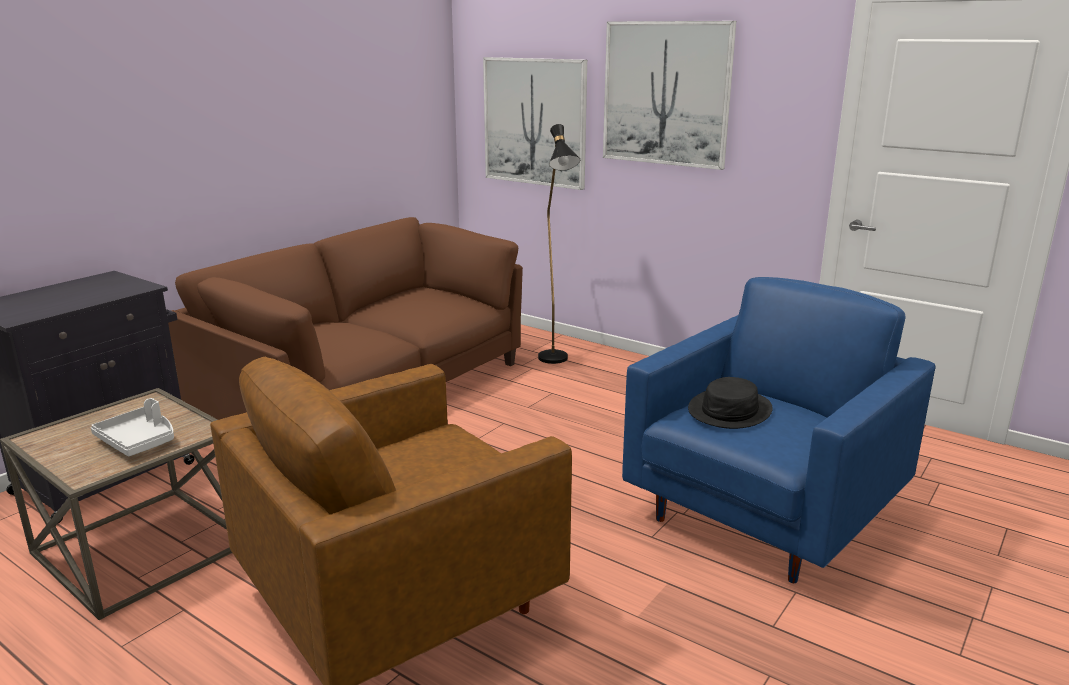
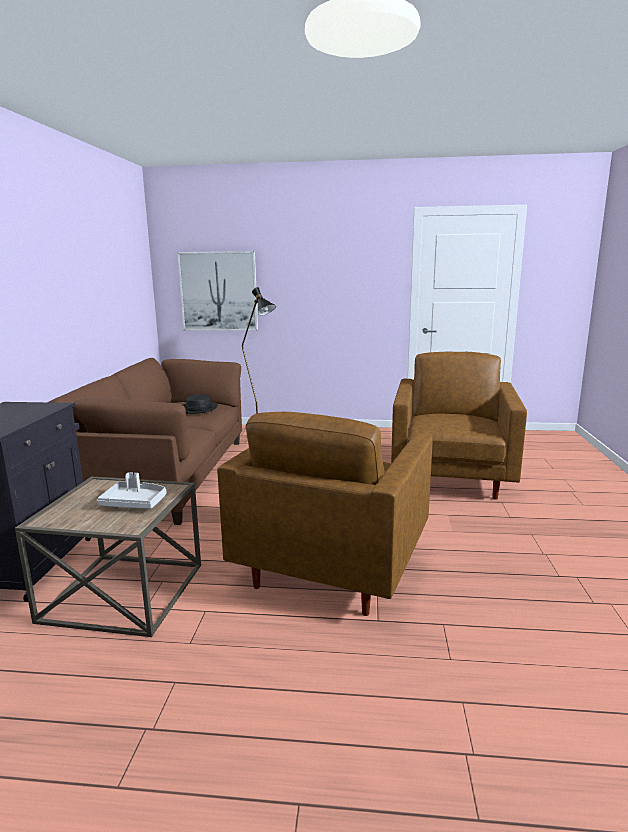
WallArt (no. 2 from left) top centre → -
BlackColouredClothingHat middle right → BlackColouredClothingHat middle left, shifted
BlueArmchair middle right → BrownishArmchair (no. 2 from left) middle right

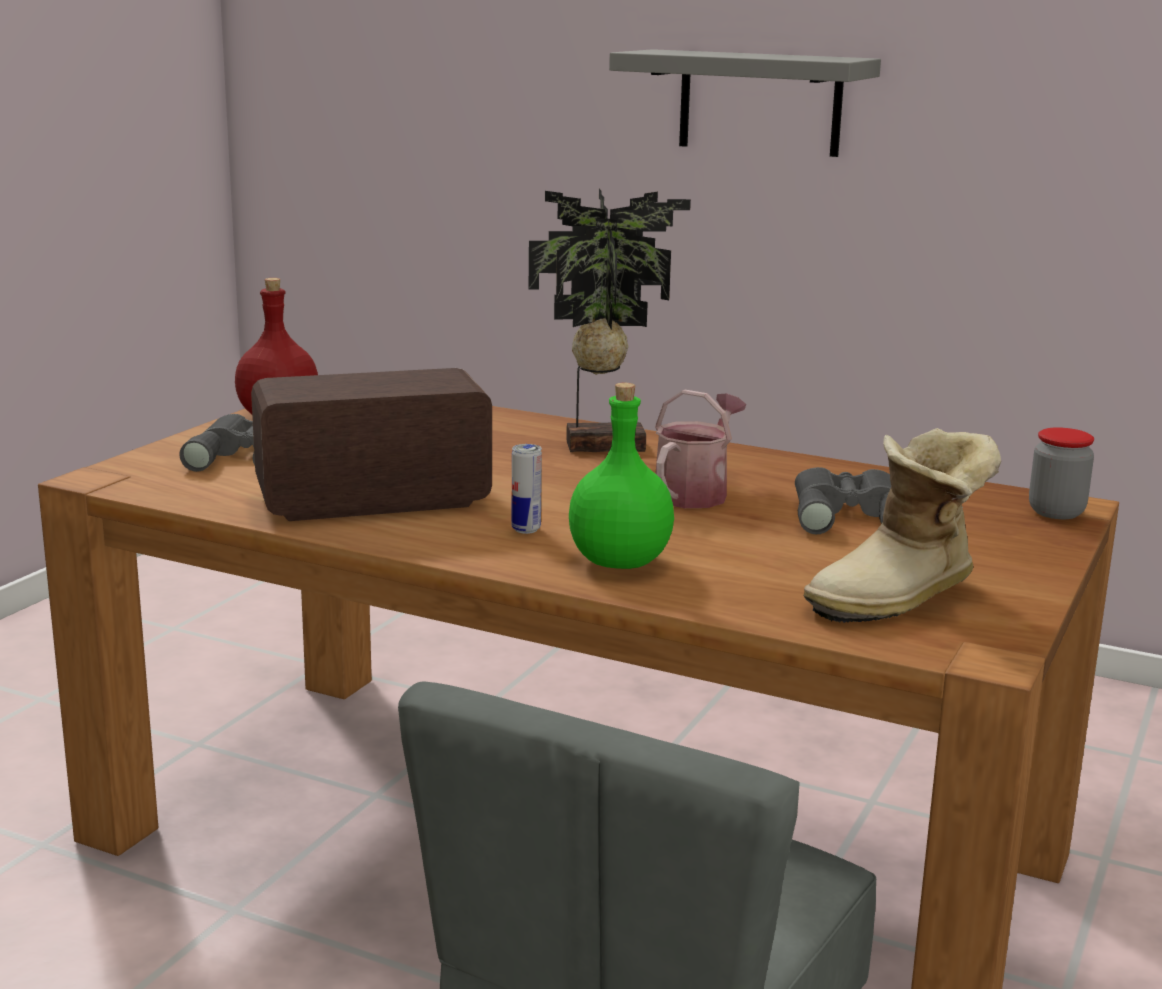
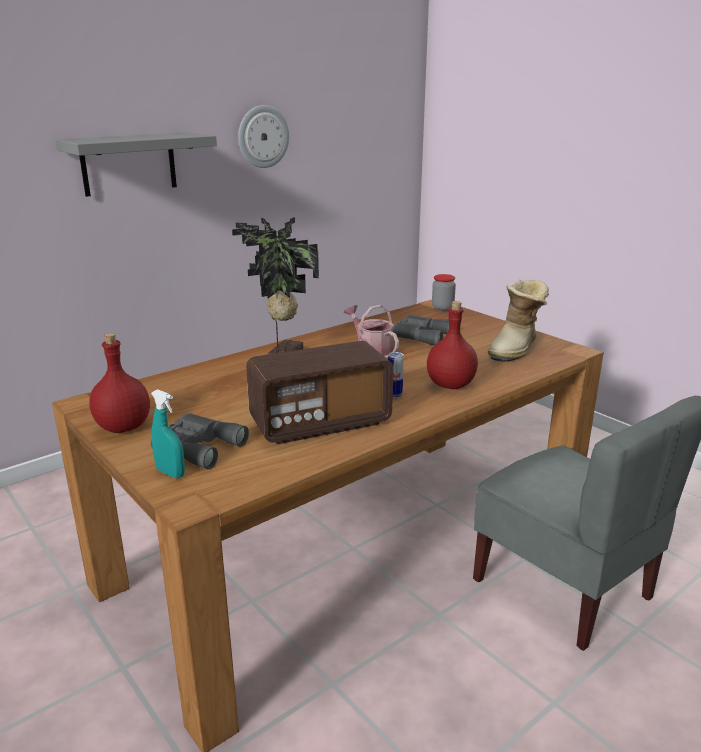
- → TurquoiseColouredHandSprayer middle left
- → ClockOnTheWall top centre
GreenColouredBeverageBottle centre → ReddishBeverageBottle (no. 2 from left) centre
RadioReceiver middle left → RadioReceiver centre, 120 degrees counterclockwise
Boot middle right, 45 degrees clockwise

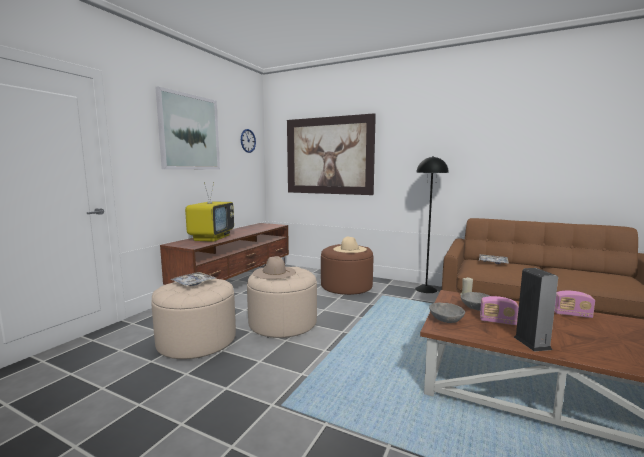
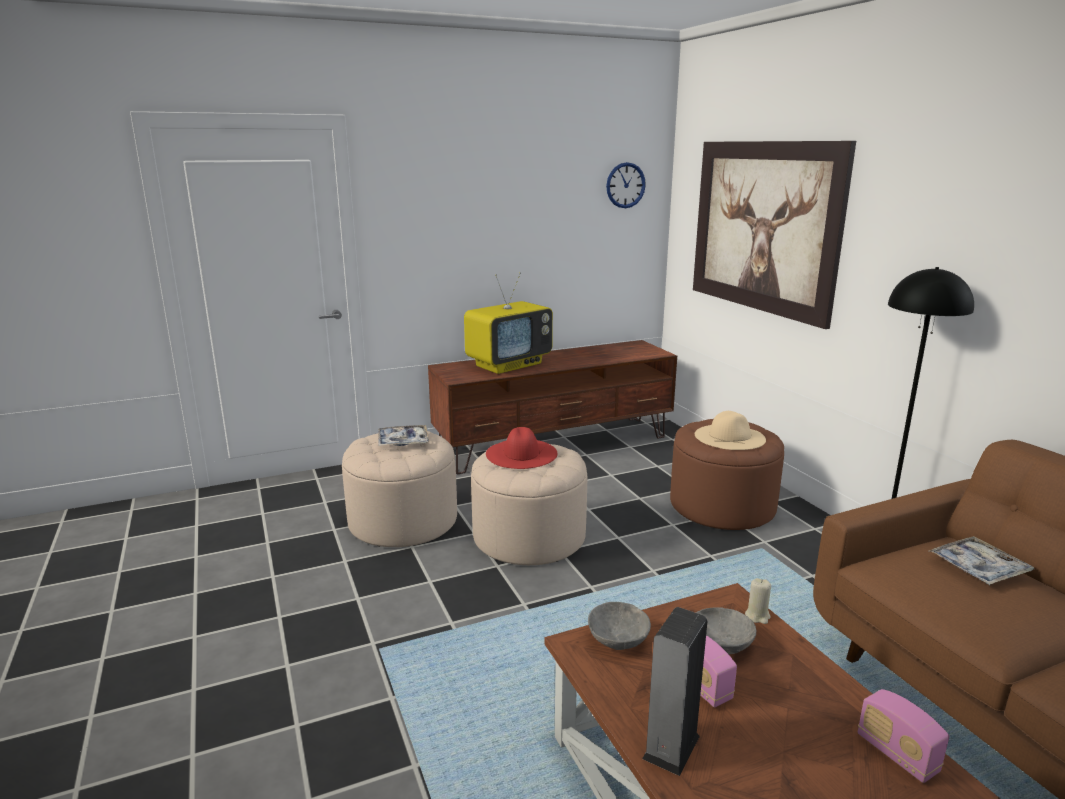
WallArt (no. 1 from left) top left → -
BeigeColouredClothingHat (no. 1 from left) centre → ReddishClothingHat centre

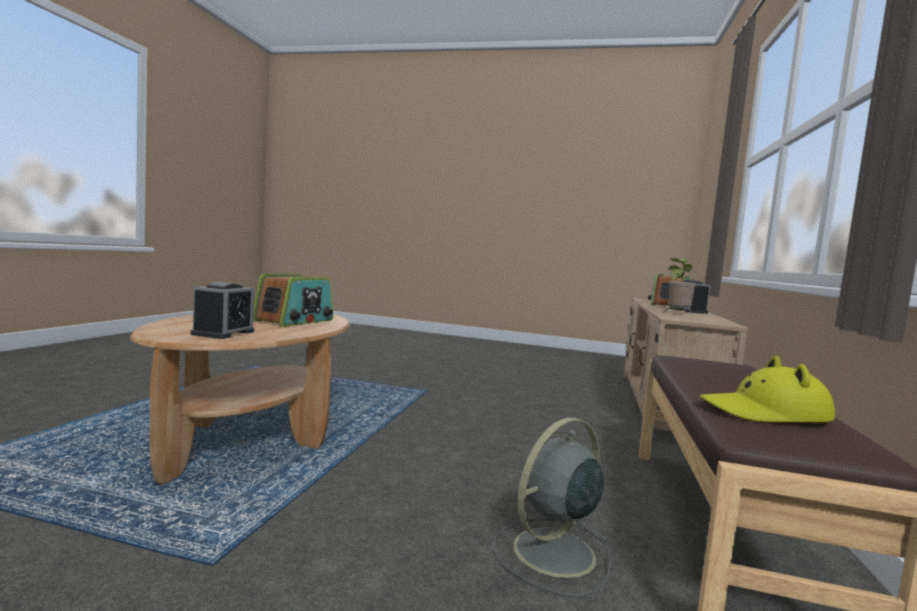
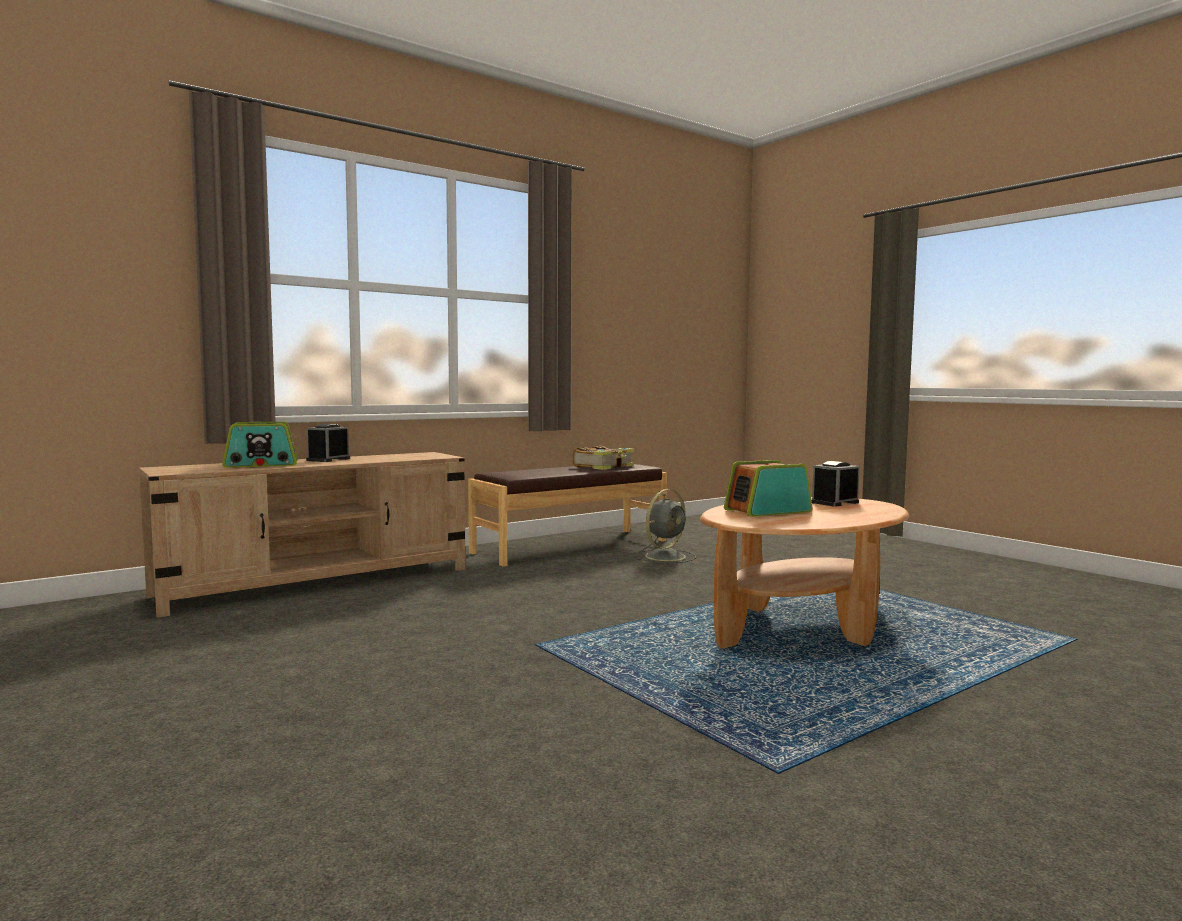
PlantInAPot middle right → -
YellowishClothingHat middle right → Volume centre
GreyCoolingFan bottom centre → GreyCoolingFan centre, 45 degrees counterclockwise

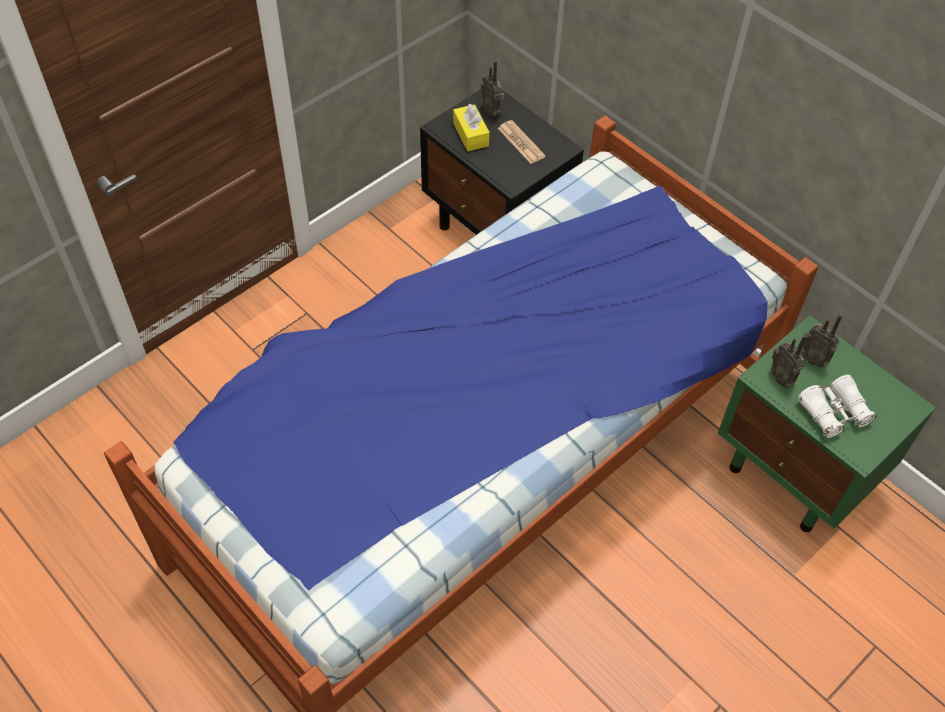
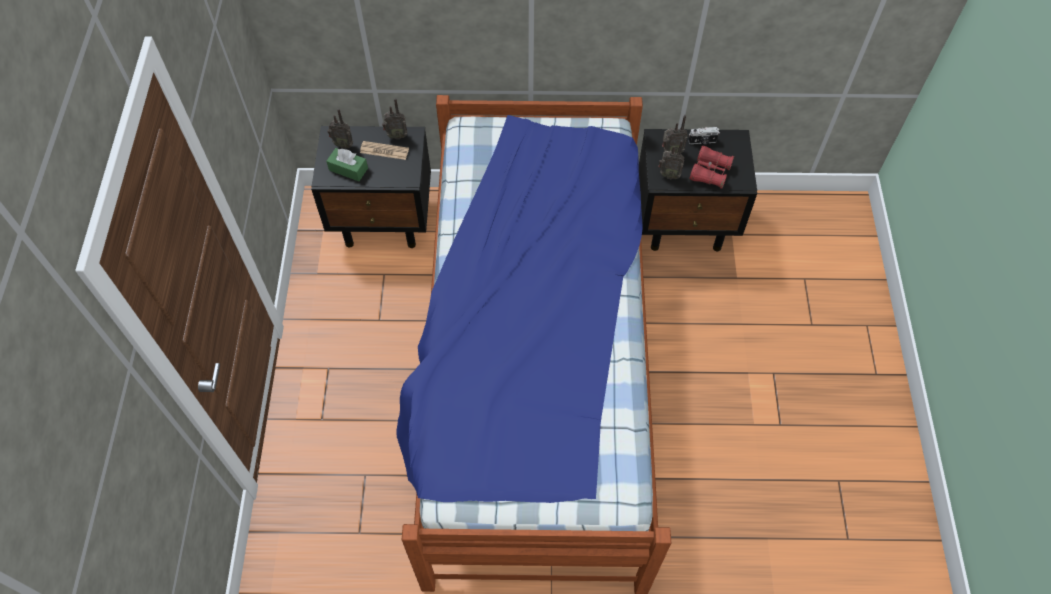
- → RadioReceiver (no. 2 from left) top centre
- → StillCamera top right
YellowishTissueHolder top centre → GreenColouredTissueHolder top left
GreenColouredBedsideTable middle right → BlackColouredBedsideTable (no. 2 from left) top centre
WhiteBinoculars middle right → ReddishBinoculars top right

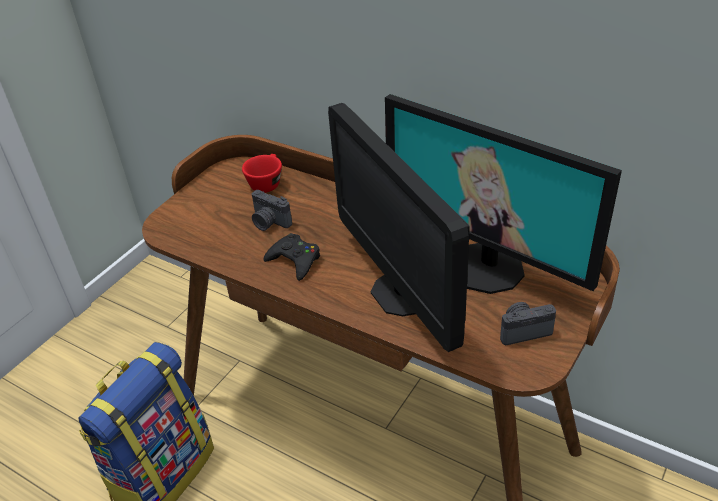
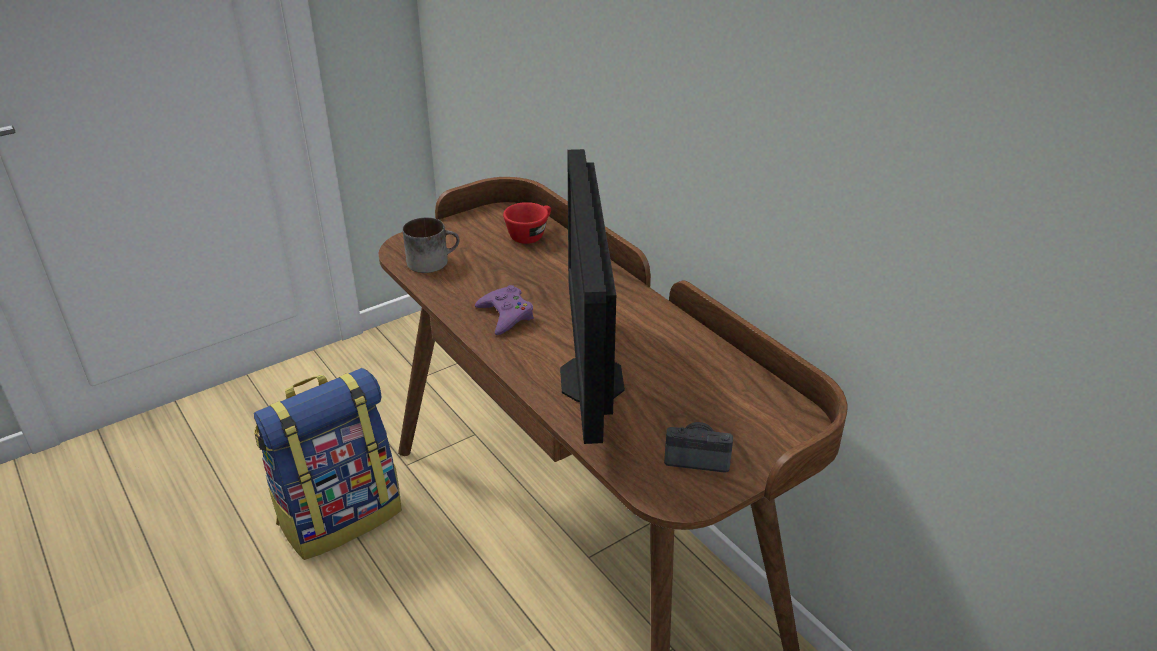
StillCamera (no. 1 from left) centre → -
Monitor (no. 2 from left) middle right → -
- → CoffeeMug centre
BlackColouredGameController centre → PurpleGameController centre

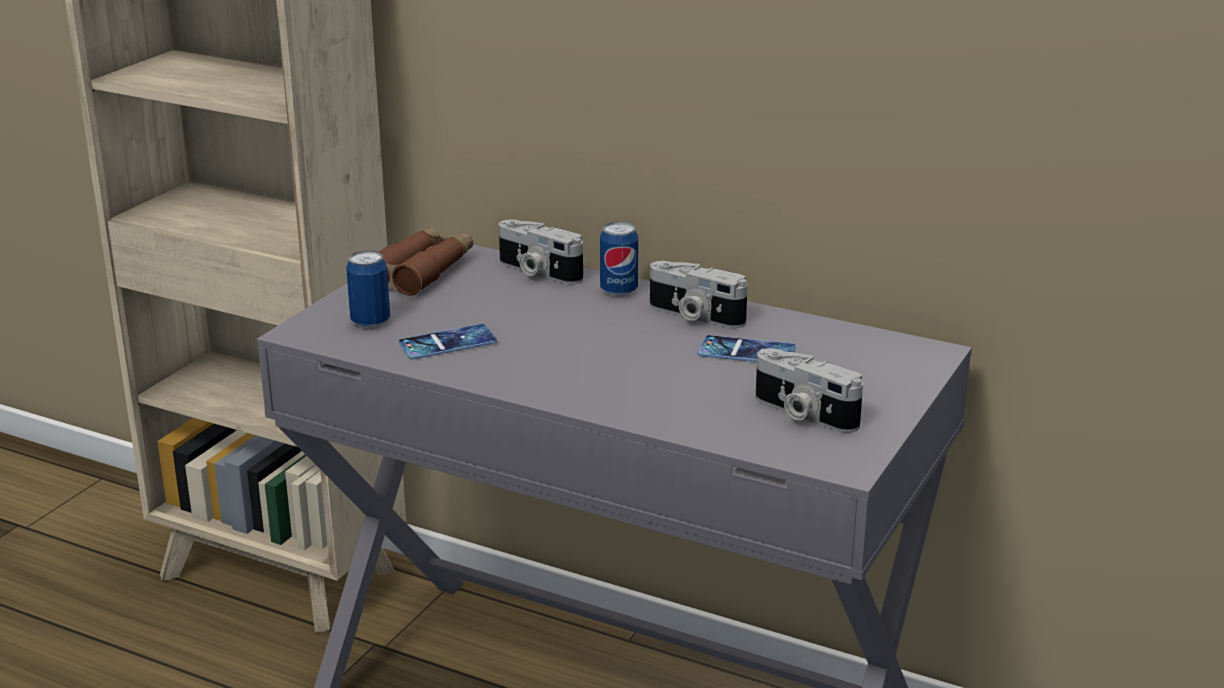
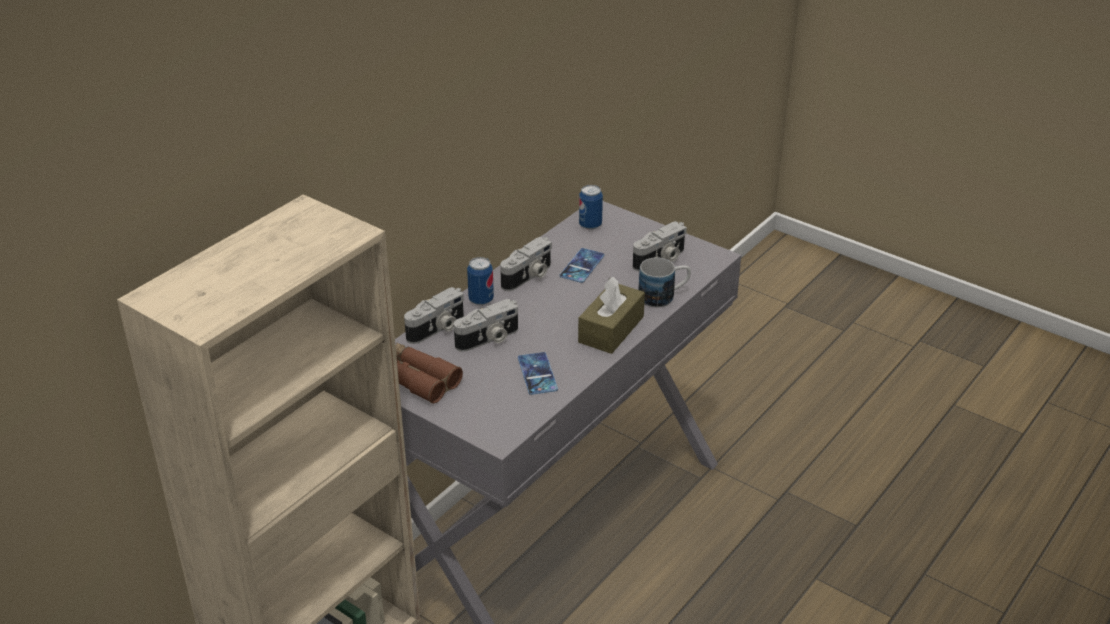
- → StillCamera (no. 2 from left) centre
- → BrownishTissueHolder centre
- → CoffeeMug centre
Can (no. 1 from left in the first image) middle left → Can (no. 2 from left) top centre, shifted

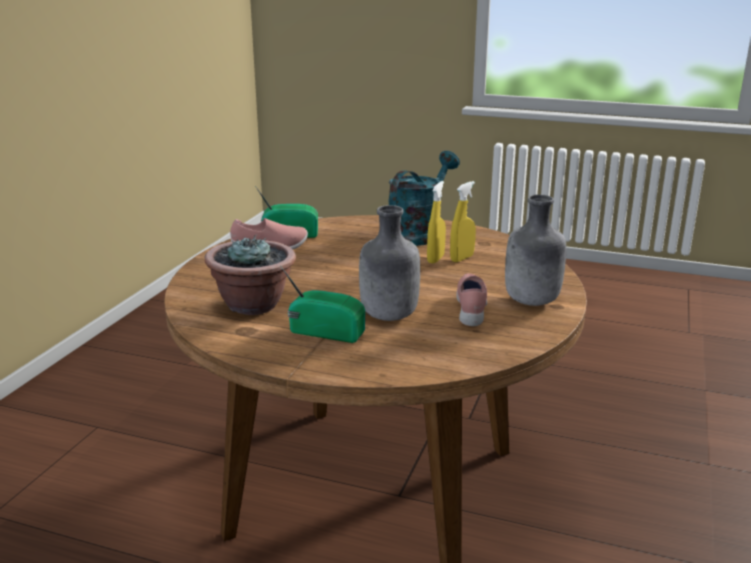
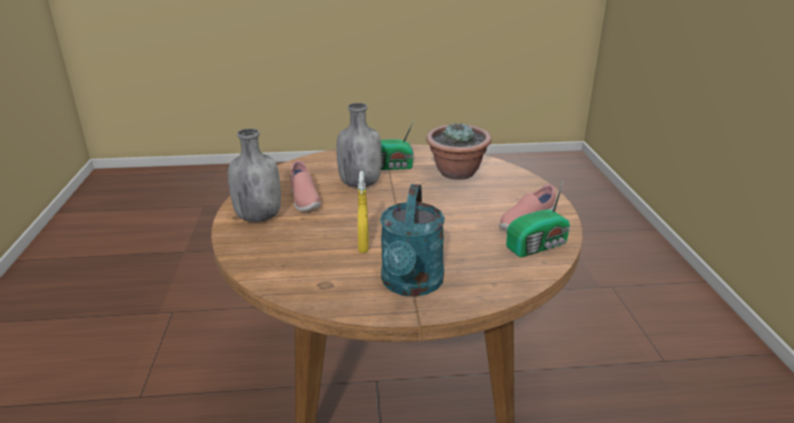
YellowishHandSprayer (no. 2 from left) centre → -

